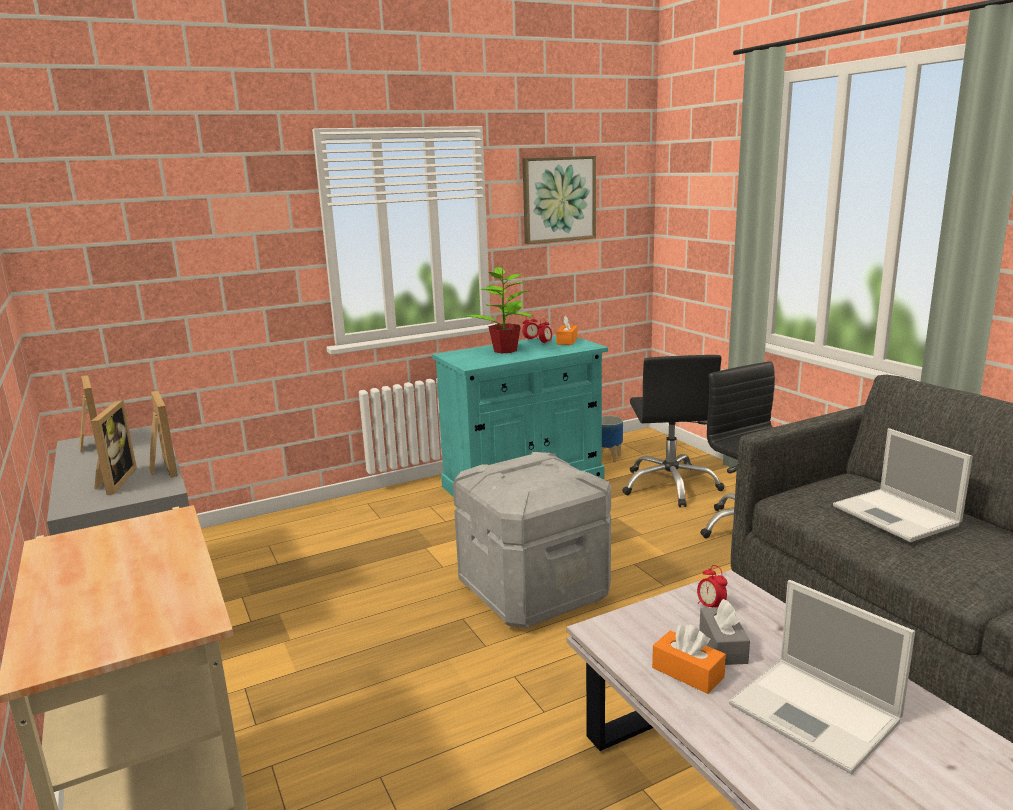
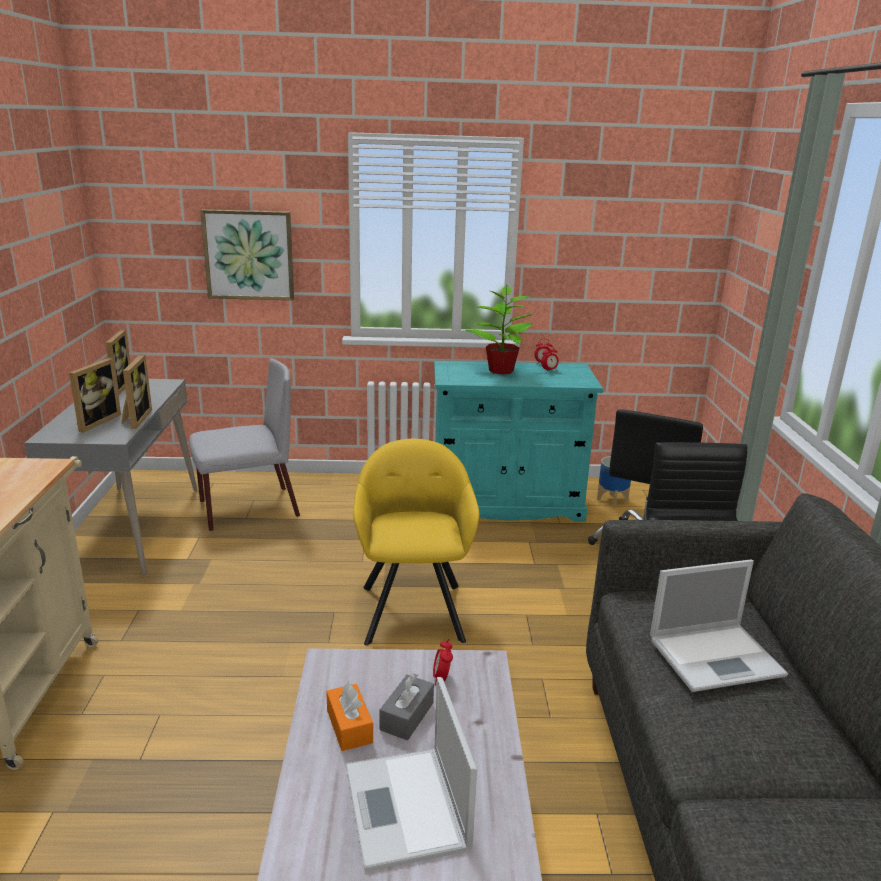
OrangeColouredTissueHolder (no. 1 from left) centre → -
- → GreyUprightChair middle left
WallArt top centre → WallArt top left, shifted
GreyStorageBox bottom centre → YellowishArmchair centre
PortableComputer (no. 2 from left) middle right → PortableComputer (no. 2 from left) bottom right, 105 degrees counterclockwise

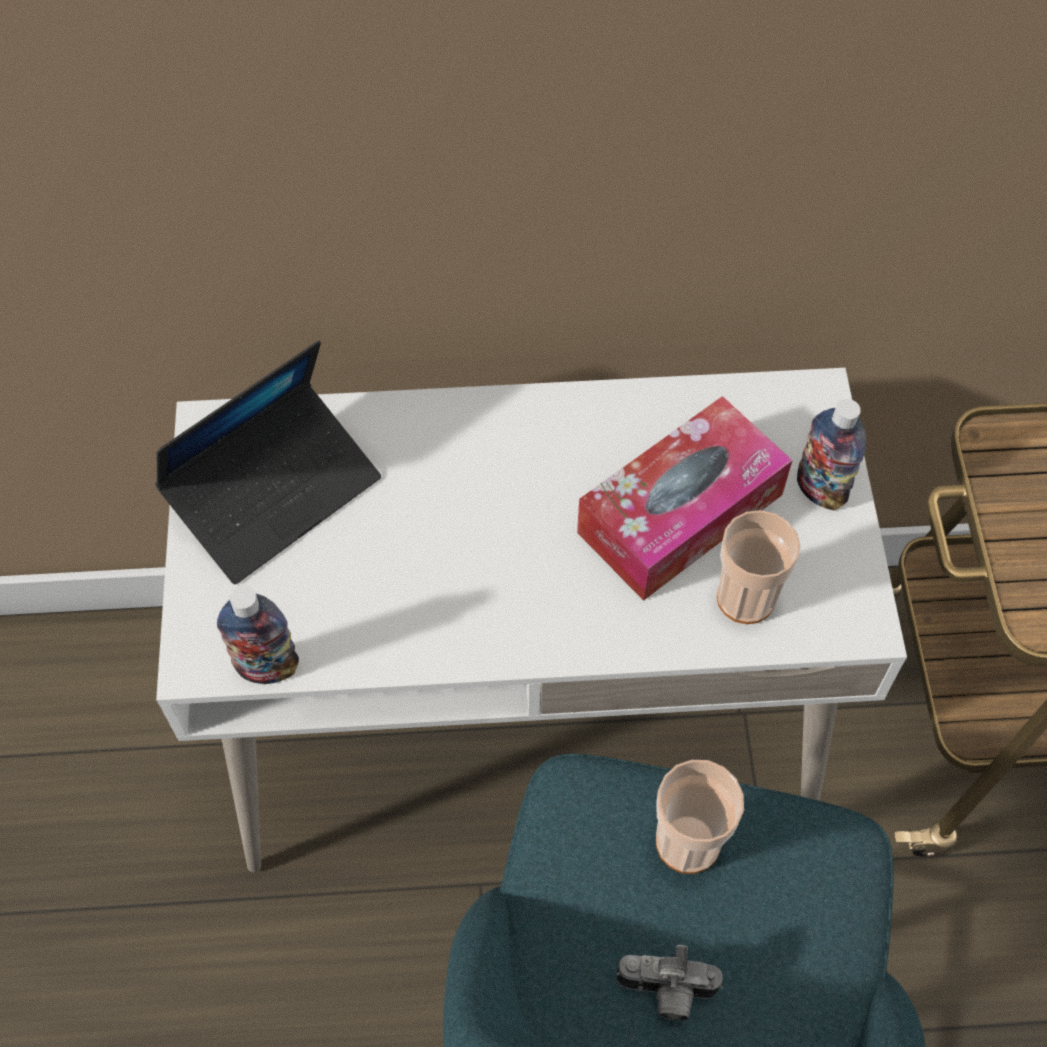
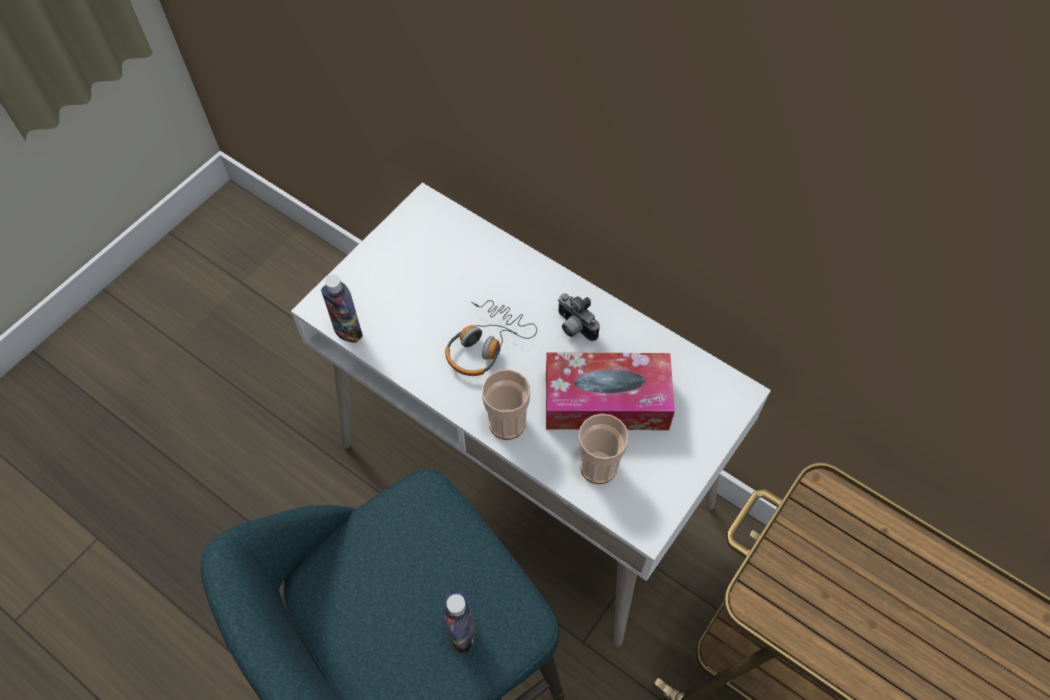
PortableComputer middle left → -
- → PairOfHeadphones centre
StillCamera bottom centre → StillCamera centre, shifted
Cup (no. 1 from left) bottom right → Cup (no. 1 from left) centre, shifted
BeverageBottle (no. 2 from left) middle right → BeverageBottle (no. 2 from left) bottom centre, shifted

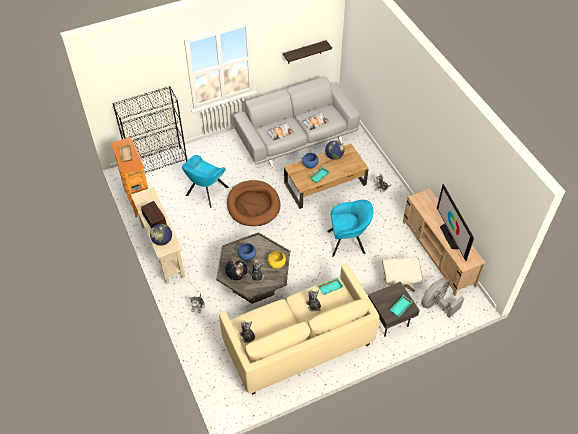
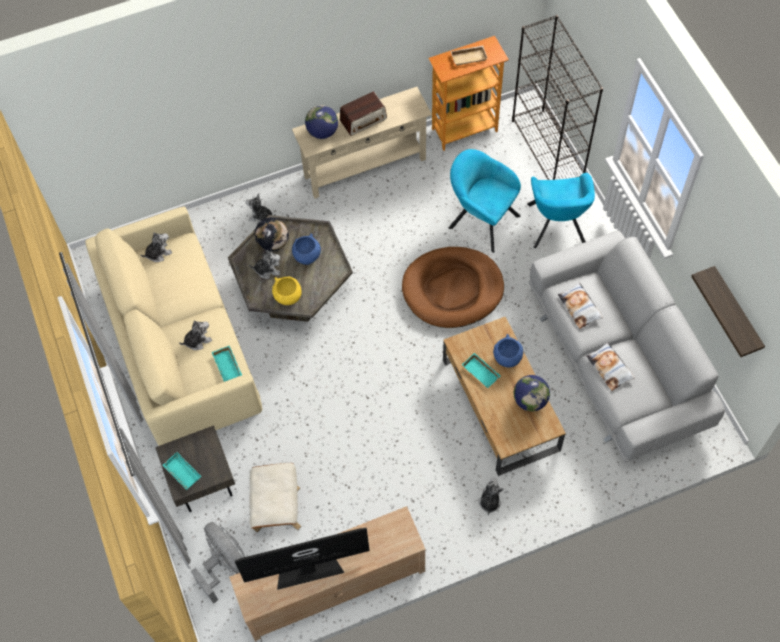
TurquoiseColouredArmchair (no. 2 from left) centre → TurquoiseColouredArmchair (no. 2 from left) top right, shifted

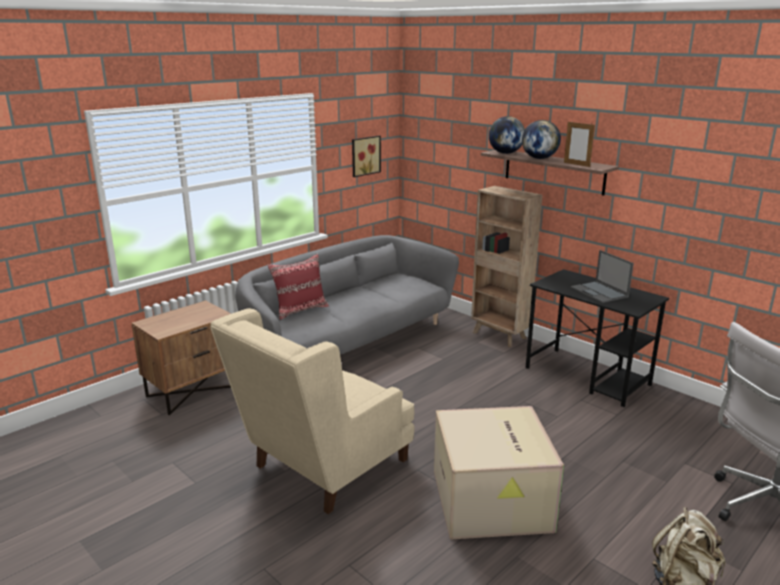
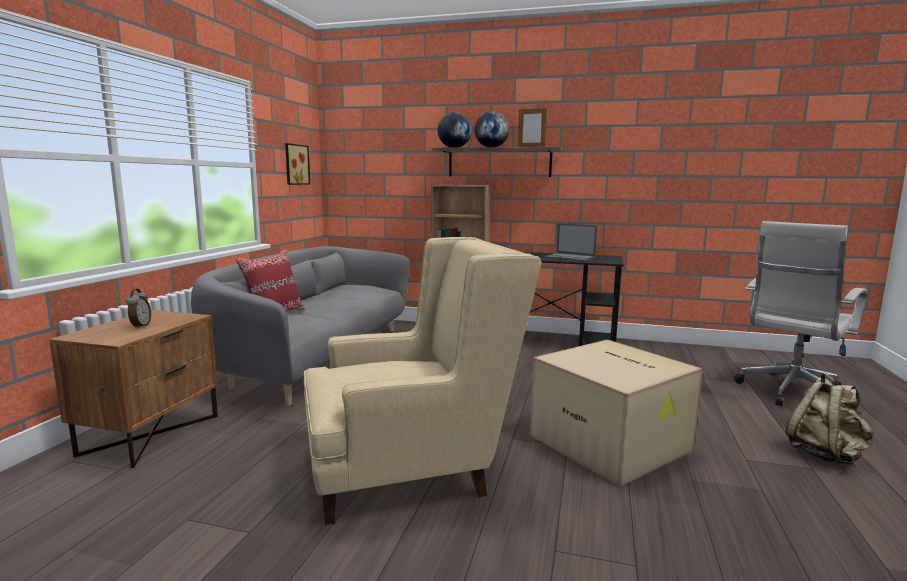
- → TableClock middle left
BeigeColouredArmchair bottom centre → BeigeColouredArmchair centre, 120 degrees counterclockwise

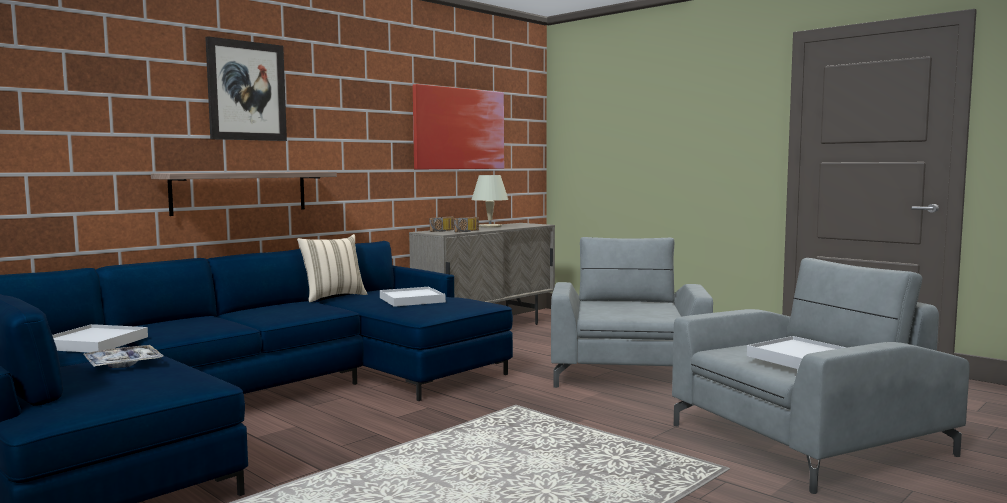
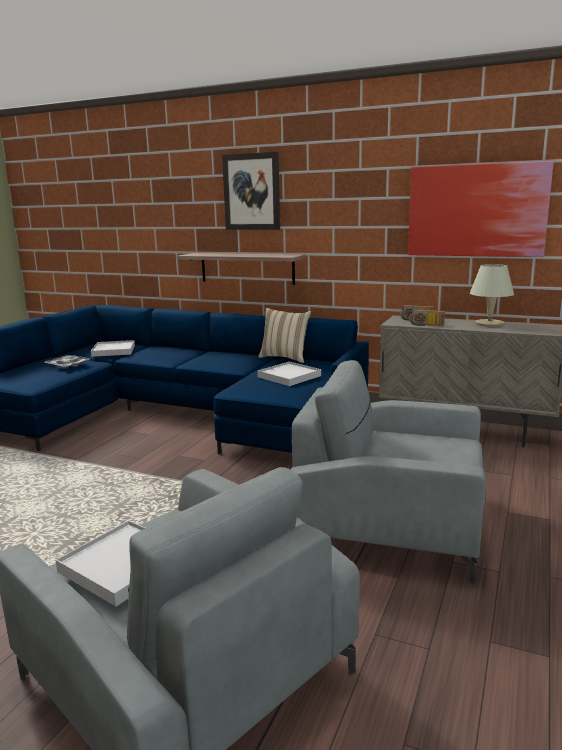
GreyArmchair (no. 1 from left in the first image) centre → GreyArmchair (no. 2 from left) middle right, 150 degrees counterclockwise

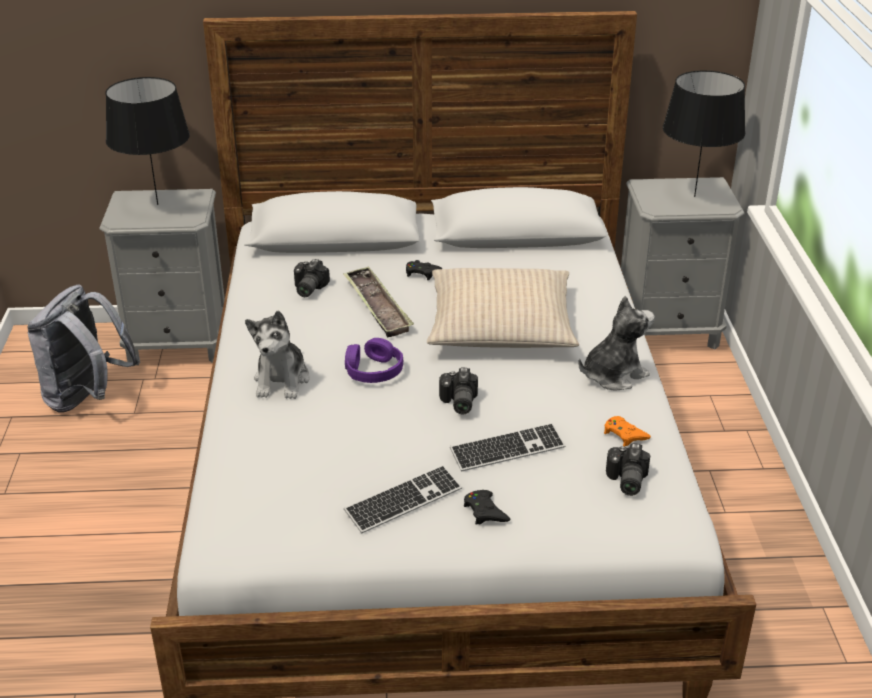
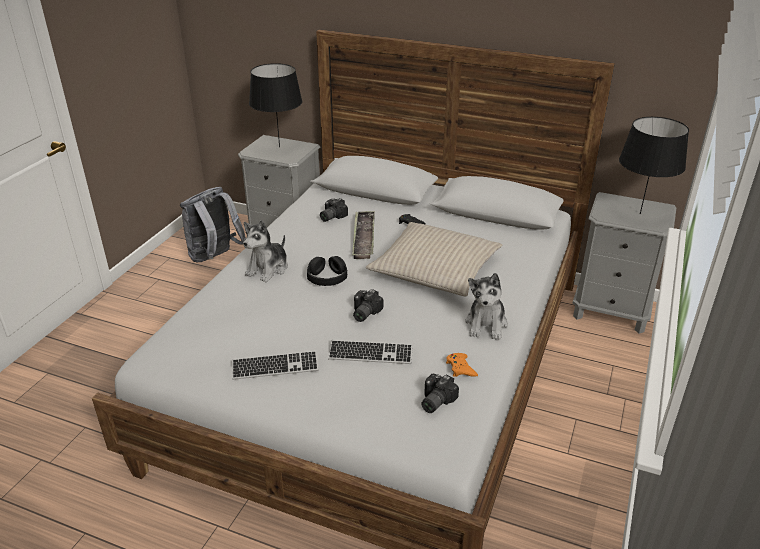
BlackColouredGameController (no. 2 from left) bottom centre → -
PurplePairOfHeadphones centre → BlackColouredPairOfHeadphones centre
CuddlyToy (no. 2 from left) middle right → CuddlyToy (no. 2 from left) centre, 105 degrees clockwise

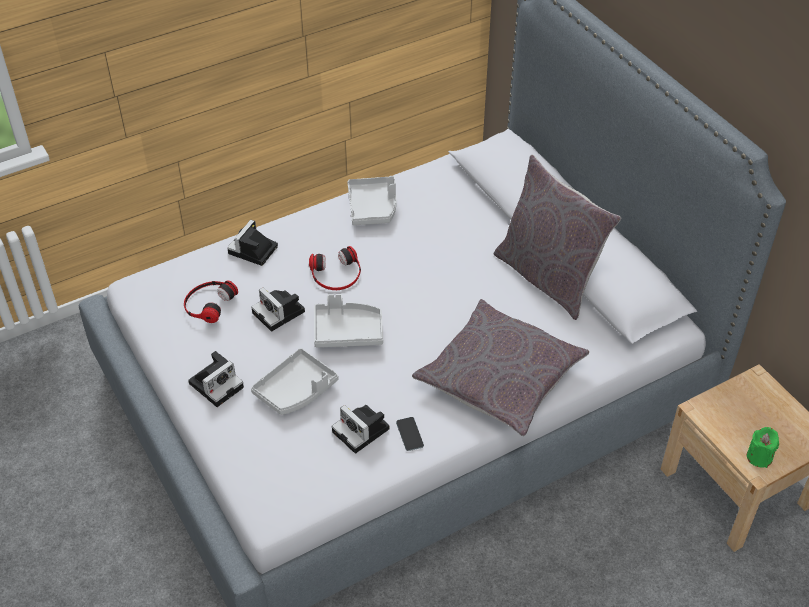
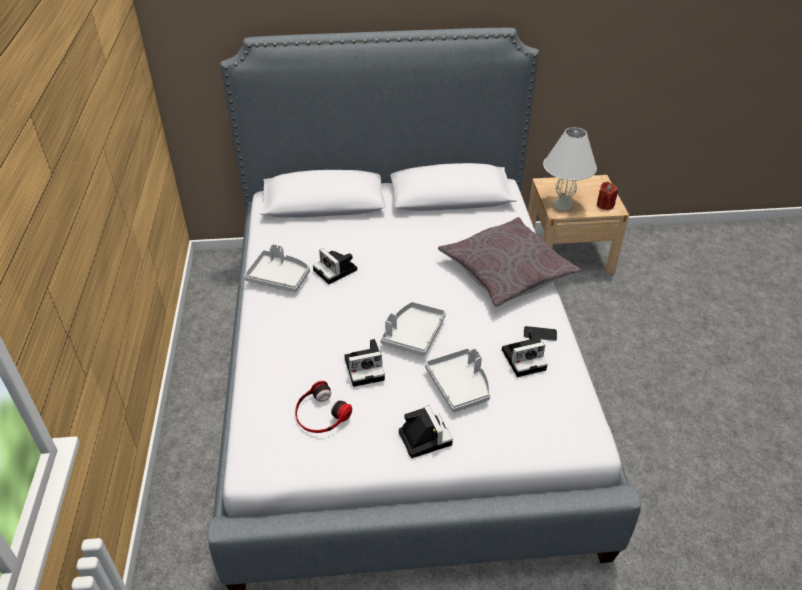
PairOfHeadphones (no. 2 from left) centre → -
GreyPillow (no. 2 from left) middle right → -
- → WhiteLampForATable top right
StillCamera (no. 2 from left in the first image) middle left → StillCamera (no. 1 from left) centre, shifted
GreenColouredWaxCandle bottom right → ReddishWaxCandle top right

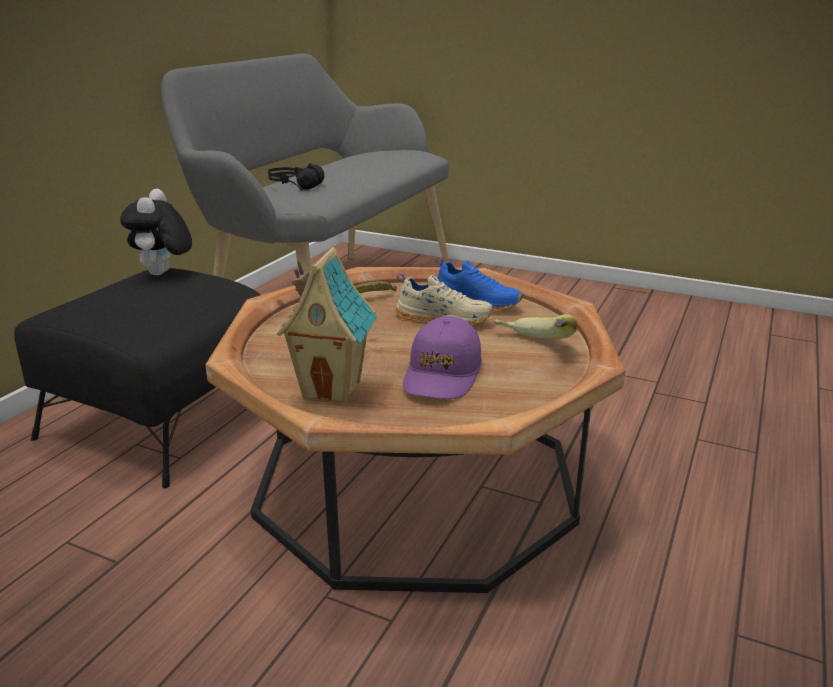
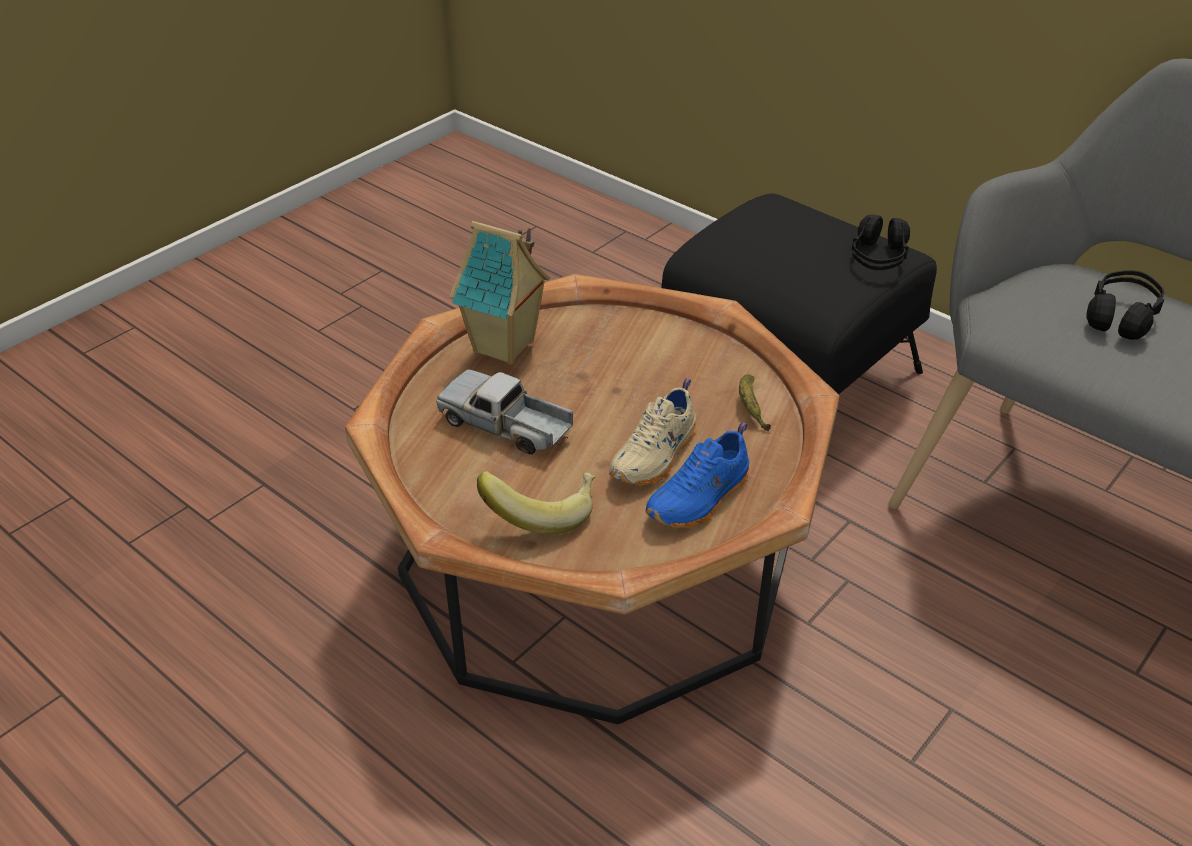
CuddlyToy middle left → BlackColouredPairOfHeadphones (no. 1 from left) top right
PurpleBaseballCap centre → ToyLorry centre

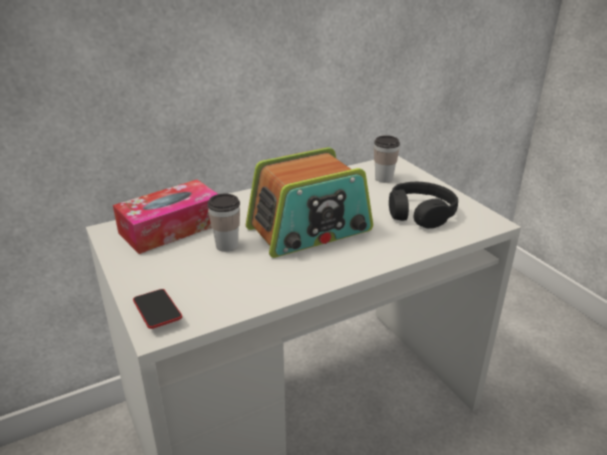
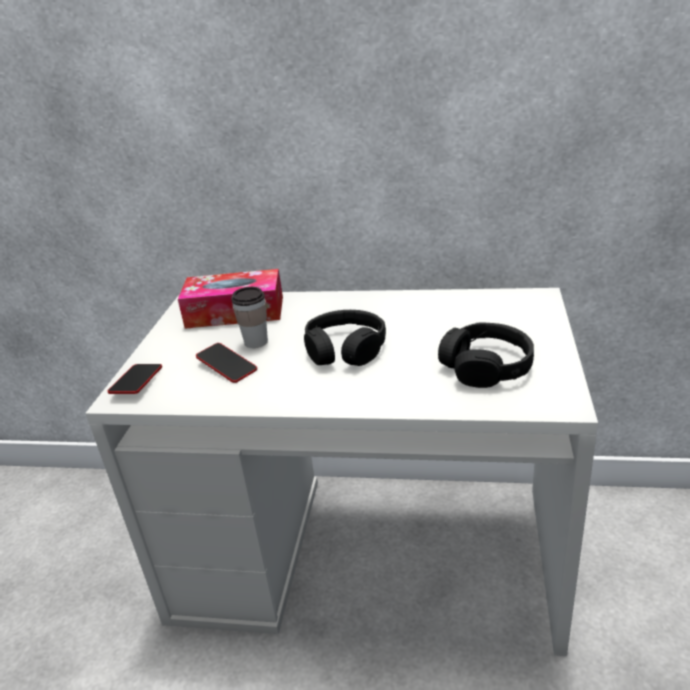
Cup (no. 2 from left) centre → -
- → Telephone (no. 2 from left) middle left
RadioReceiver centre → BlackColouredPairOfHeadphones (no. 1 from left) centre

